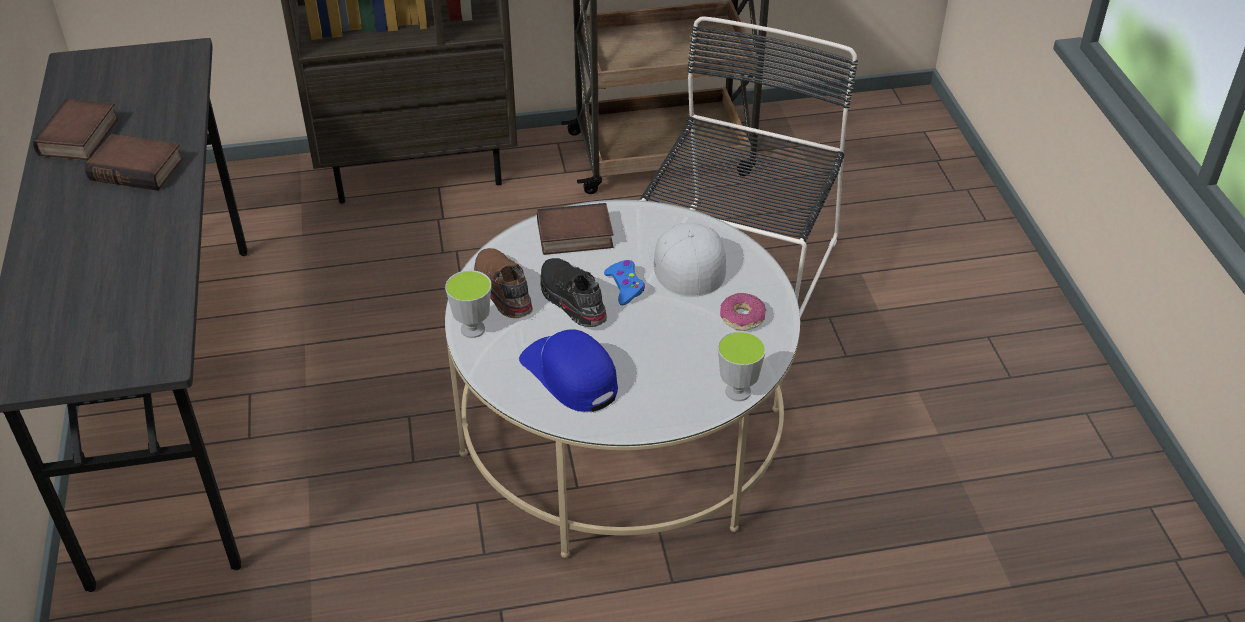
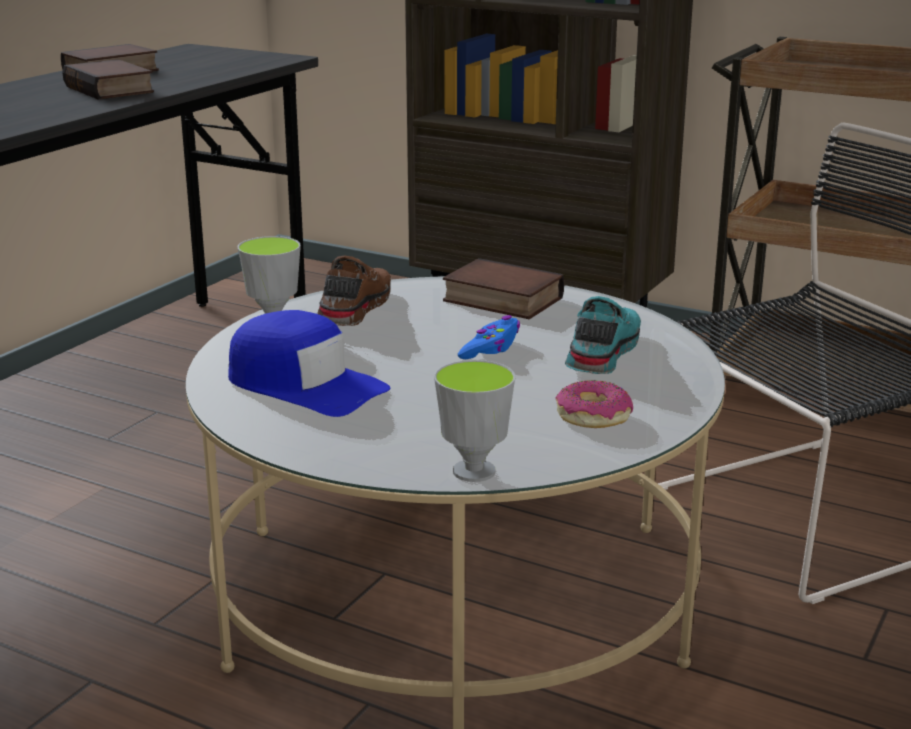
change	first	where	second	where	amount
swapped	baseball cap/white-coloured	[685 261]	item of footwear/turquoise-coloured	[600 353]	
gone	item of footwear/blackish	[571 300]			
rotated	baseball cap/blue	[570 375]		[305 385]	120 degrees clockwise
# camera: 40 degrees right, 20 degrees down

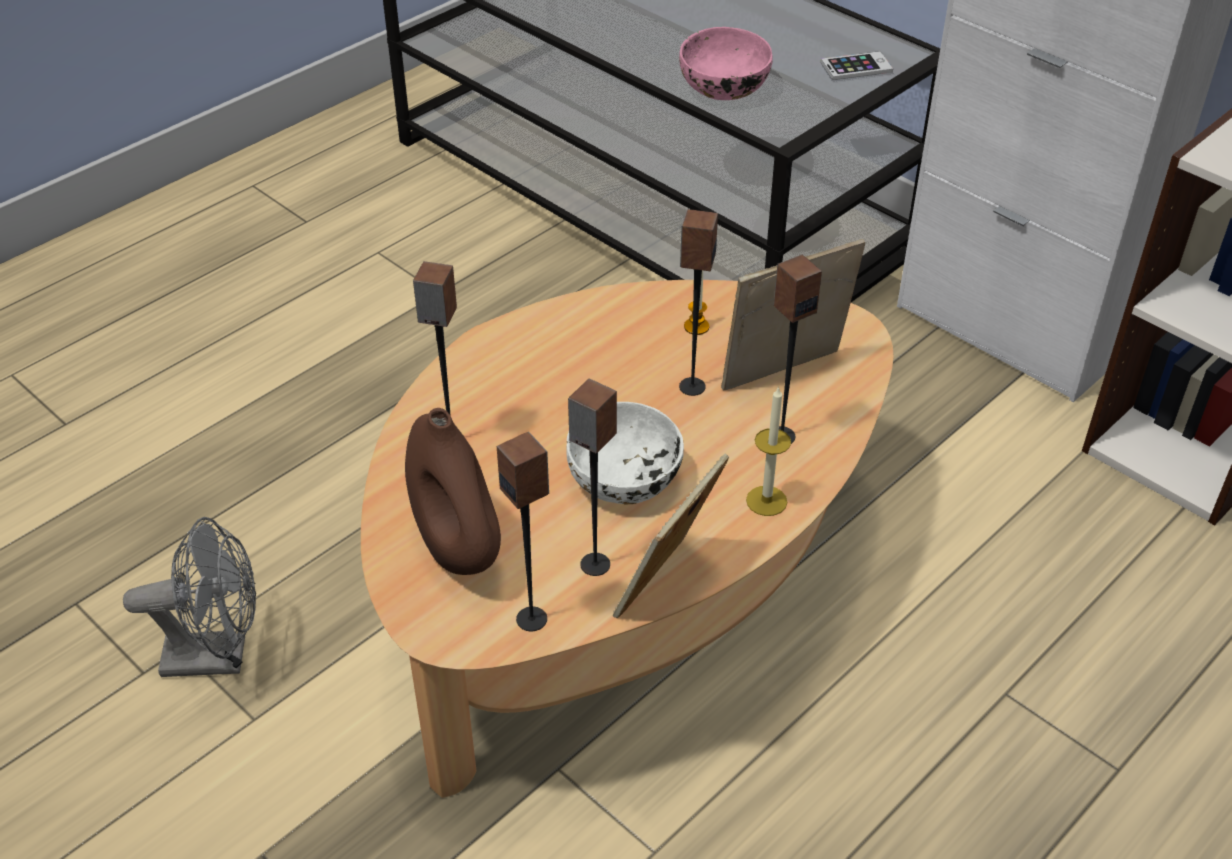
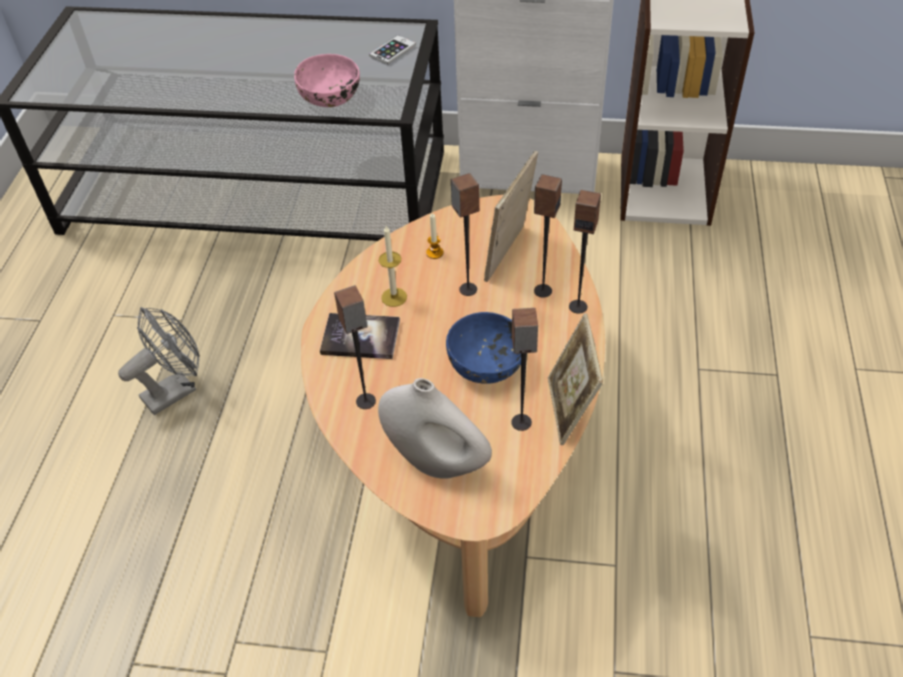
change	first	where	second	where	amount
shifted	candle	[766 501]		[394 297]	
repainted	serving bowl/white-coloured	[624 479]	serving bowl/blue	[487 364]	
repainted	vase/brown	[457 547]	vase/white-coloured	[436 461]	
shifted	loudspeaker	[532 619]		[578 306]	
shifted	fan/greyish	[218 656]		[176 389]	
new			bound book	[360 337]	
# camera: 35 degrees left, 5 degrees up

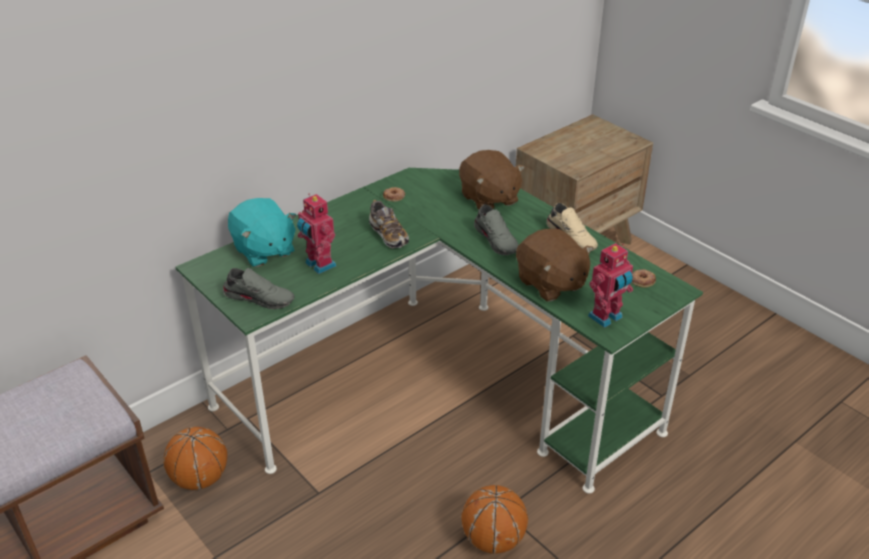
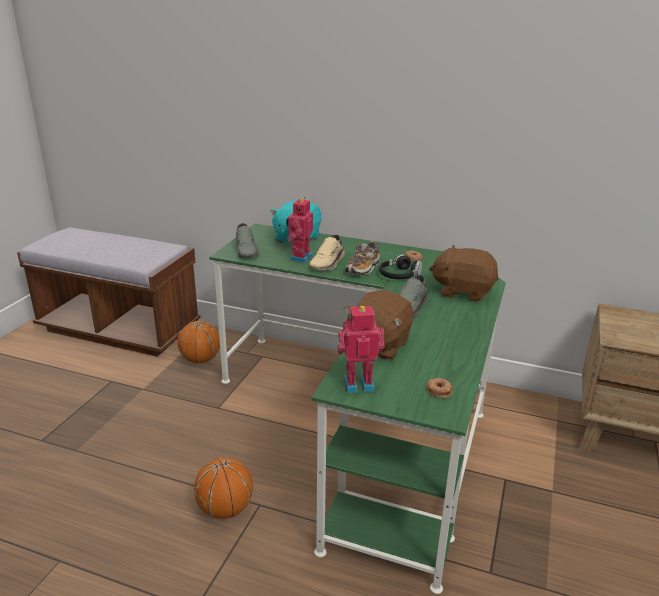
change	first	where	second	where	amount
rotated	plush toy/brown	[489 199]		[463 291]	75 degrees clockwise
shifted	item of footwear/beige	[572 238]		[328 263]	
rotated	robot figure	[606 318]		[358 383]	150 degrees clockwise
new			pair of headphones/blackish	[399 275]	
# camera: 60 degrees right, 10 degrees down

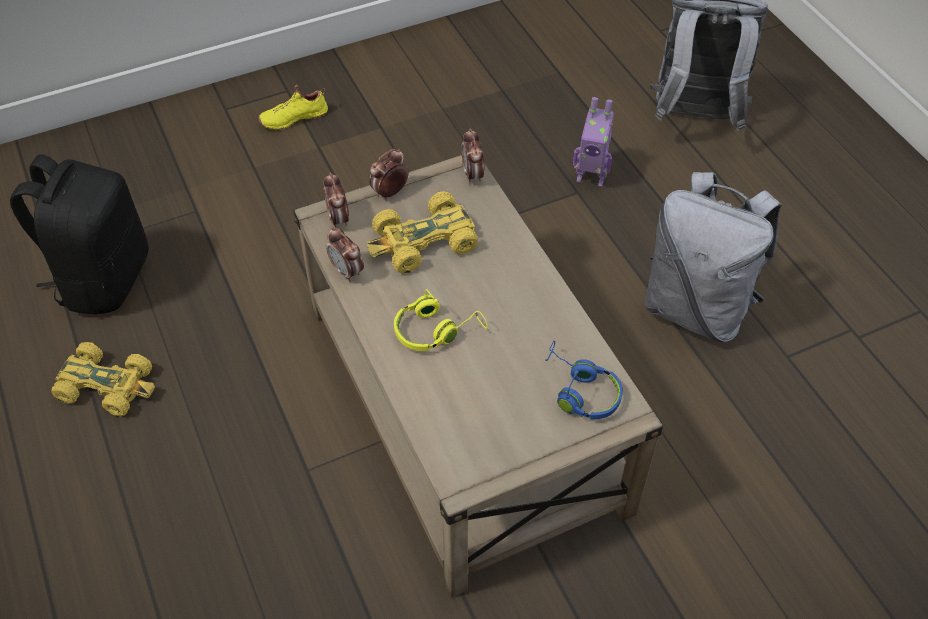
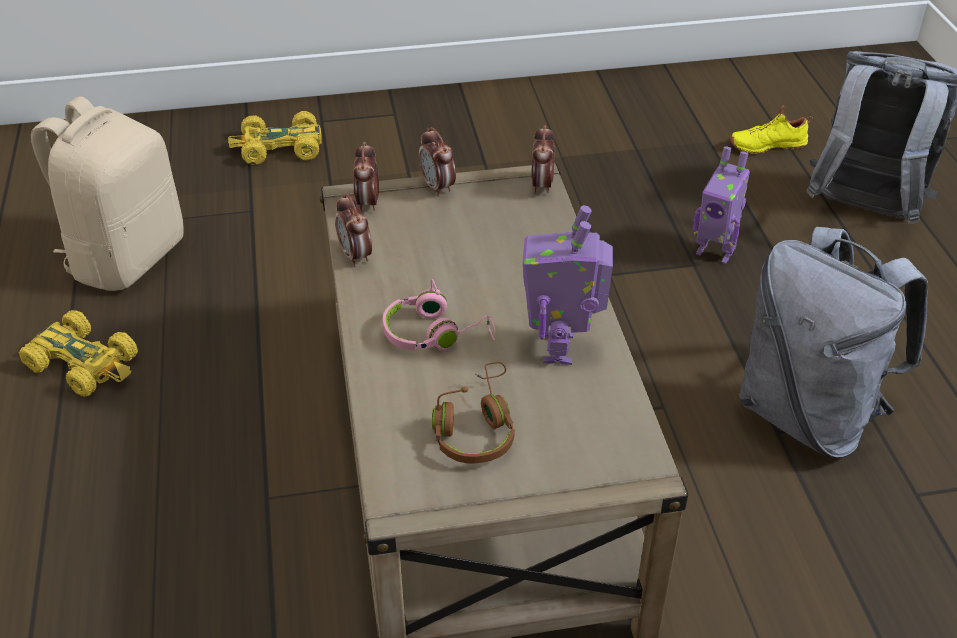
change	first	where	second	where	amount
shifted	item of footwear/yellow-coloured	[293 117]		[766 145]	
rotated	bedside clock	[390 192]		[438 187]	90 degrees counterclockwise
repainted	rucksack/blackish	[103 278]	rucksack/beige	[126 257]	
shifted	miniature car/yellow-coloured	[423 242]		[279 148]	
repainted	pair of headphones/yellow-coloured	[436 330]	pair of headphones/pinkish	[436 333]	
gone	pair of headphones/blue	[579 390]			
new			robot figure	[561 348]	
new			pair of headphones/brown	[475 427]	
# camera: 15 degrees right, 10 degrees down

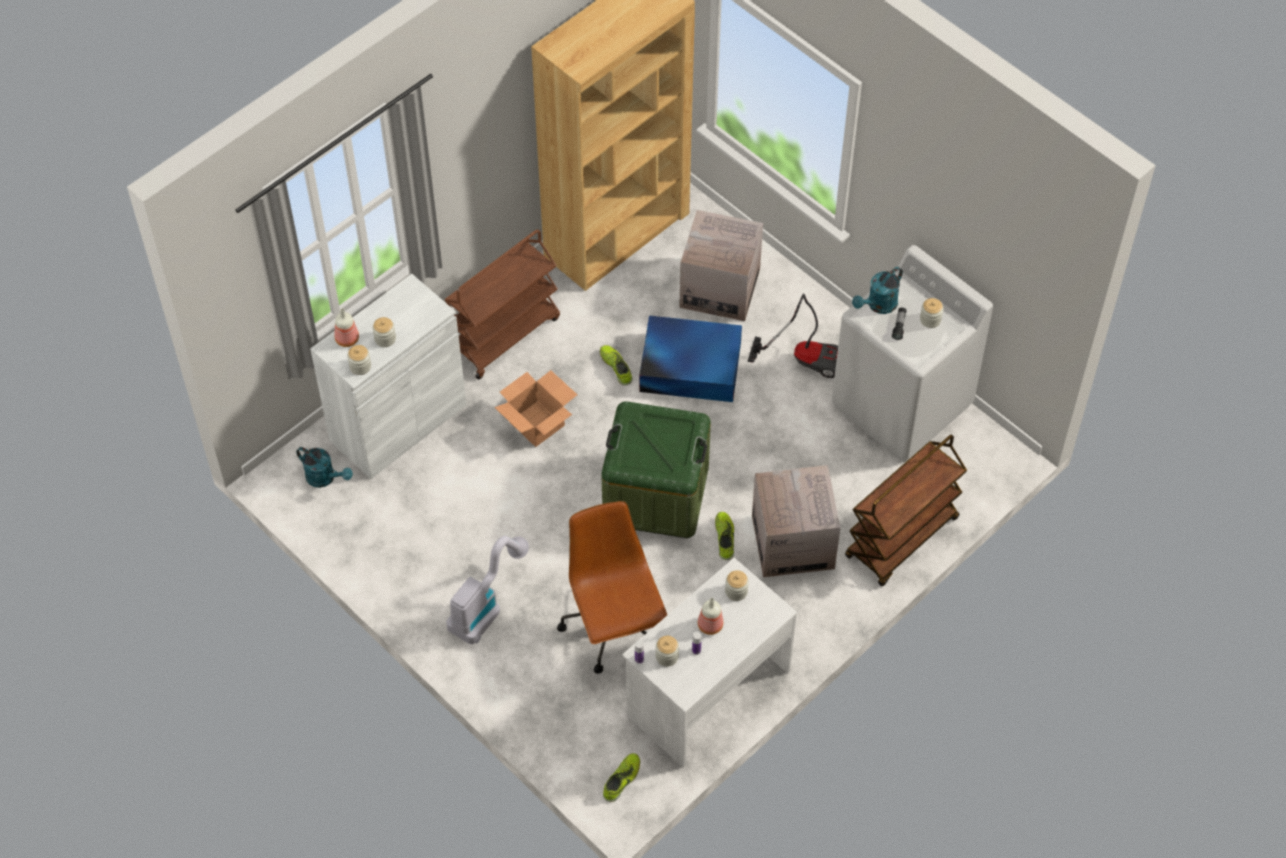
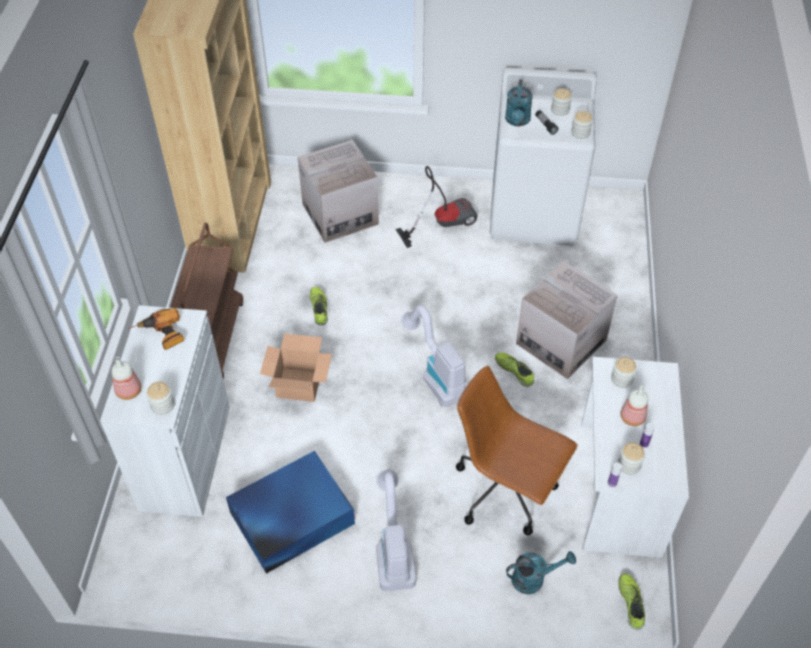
change	first	where	second	where	amount
shifted	storage box/blue	[689 366]		[290 518]	
shifted	preserve jar	[385 339]		[580 133]	
rotated	item of footwear	[616 367]		[319 308]	60 degrees clockwise
swapped	storage box/greenish	[656 494]	vacuum	[436 374]	
gone	trolley/brown	[902 539]			
shifted	sprinkling can/turquoise-coloured	[325 478]		[534 578]	
new			power drill	[162 334]	
# camera: 40 degrees left, 5 degrees down

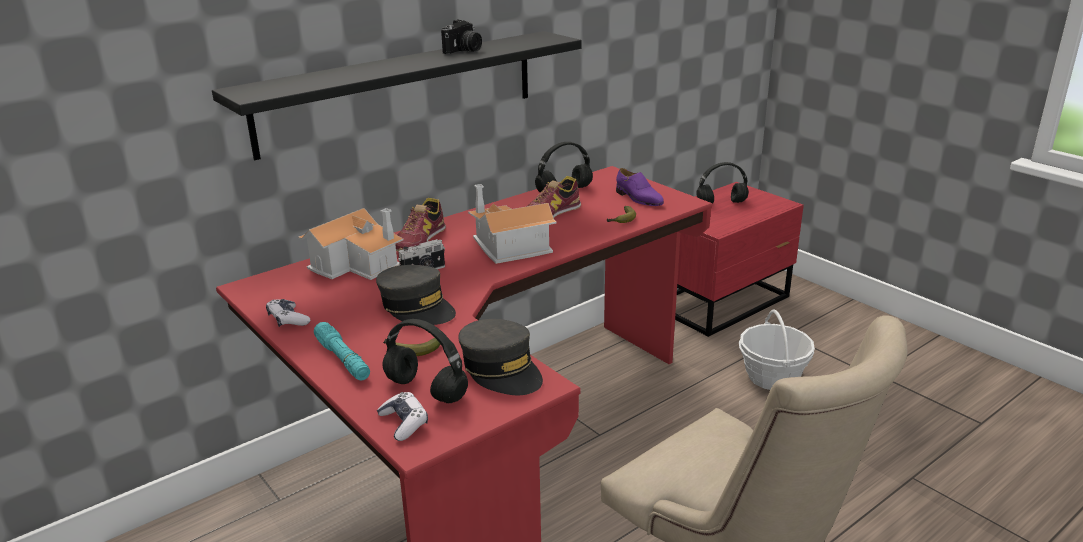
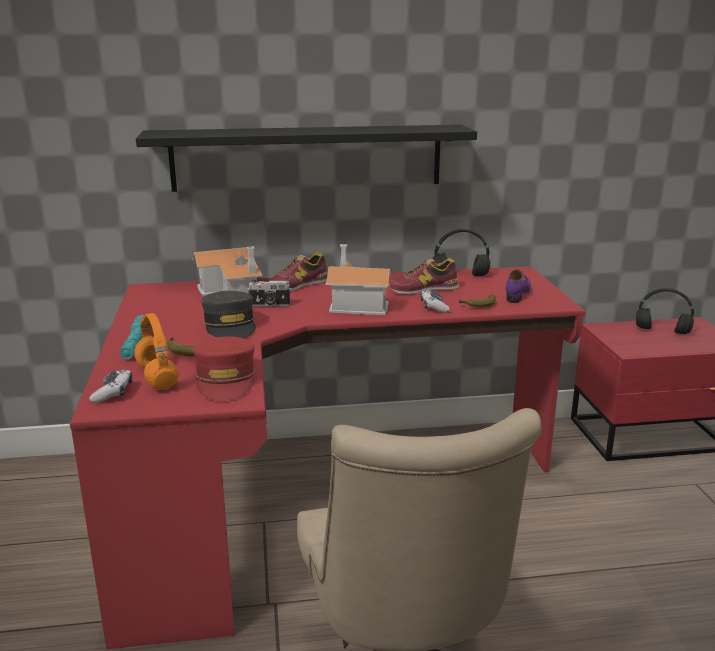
change	first	where	second	where	amount
gone	still camera	[464 50]			
rotated	item of footwear/purple	[638 198]		[518 293]	150 degrees counterclockwise
shifted	game controller	[288 319]		[434 307]	
gone	household basket	[772 377]			
repainted	pair of headphones/blackish	[424 390]	pair of headphones/orange-coloured	[156 377]	
repainted	baseball cap/greyish	[501 370]	baseball cap/red	[226 380]	
# camera: 30 degrees right, 5 degrees down

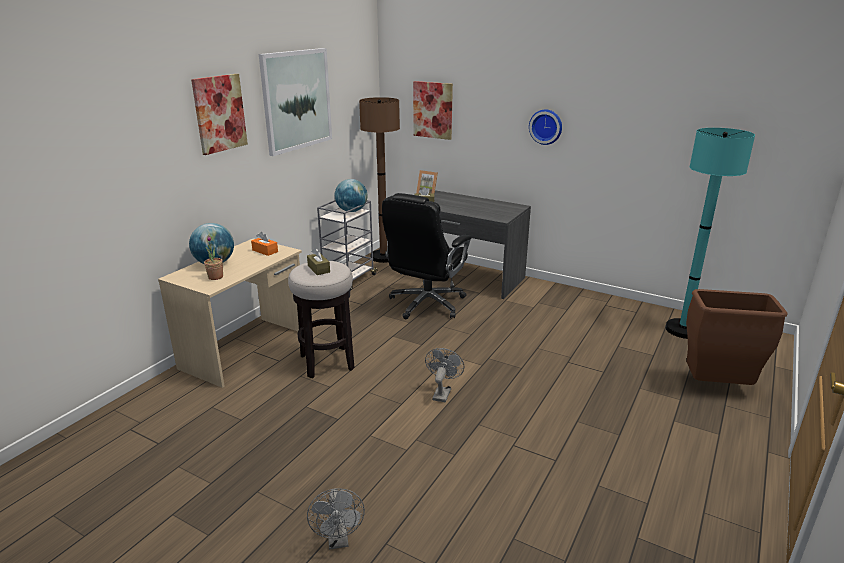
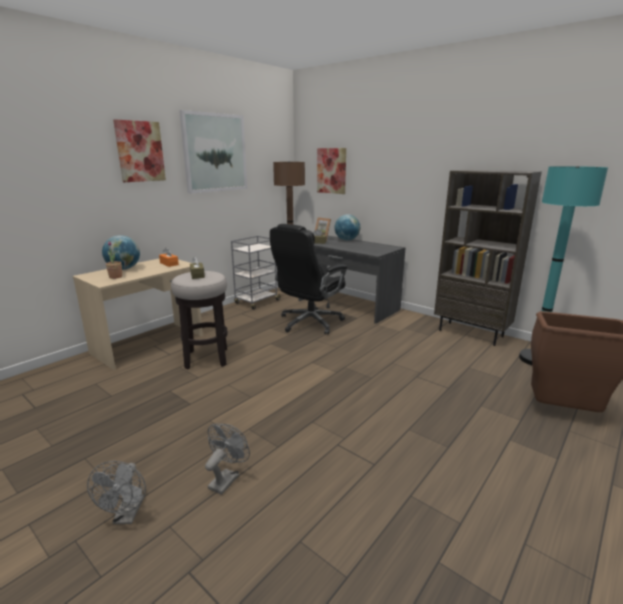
change	first	where	second	where	amount
gone	wall clock	[546 126]			
shifted	world globe	[351 211]		[347 240]	
shifted	fan/greyish	[442 392]		[226 478]	
new			shelving unit/brown	[471 333]	
# camera: 10 degrees right, 5 degrees down

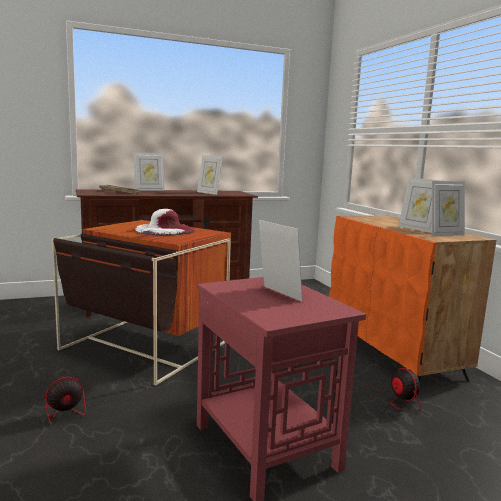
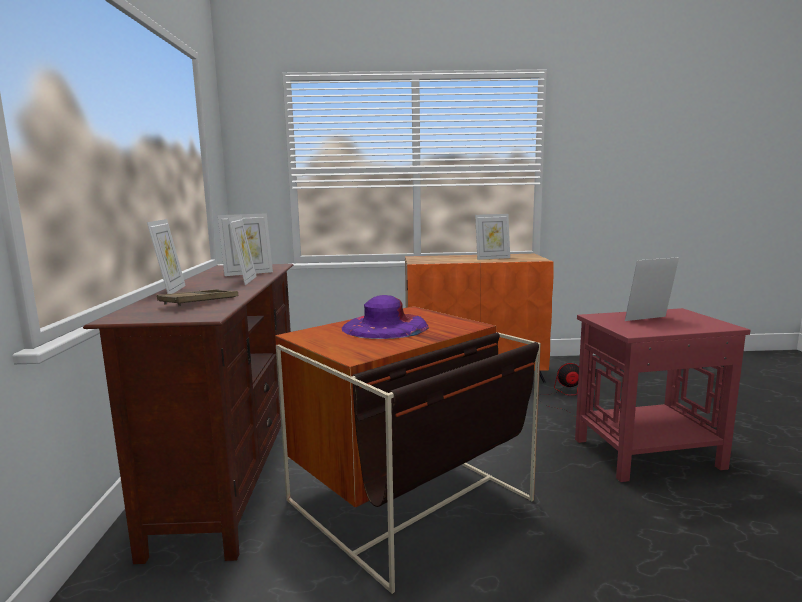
change	first	where	second	where	amount
shifted	picture frame	[445 234]		[245 280]	
repainted	hat/white-coloured	[165 230]	hat/purple	[385 326]	
gone	fan	[75 406]			
# camera: 70 degrees left, 0 degrees up

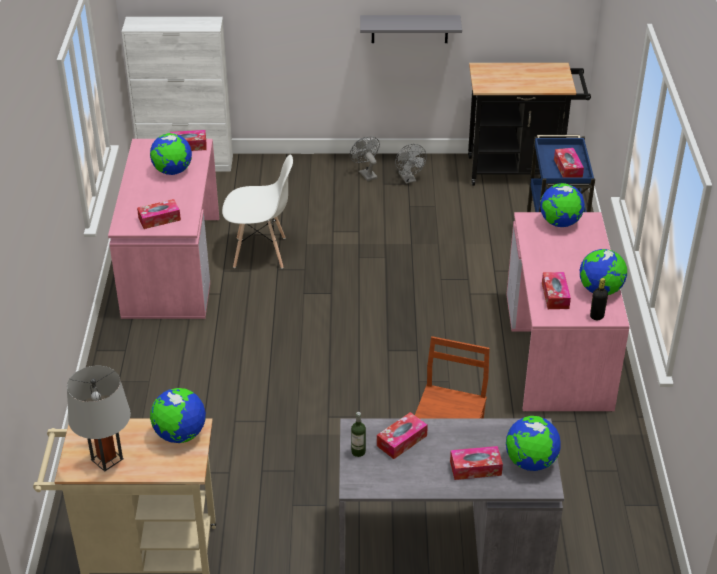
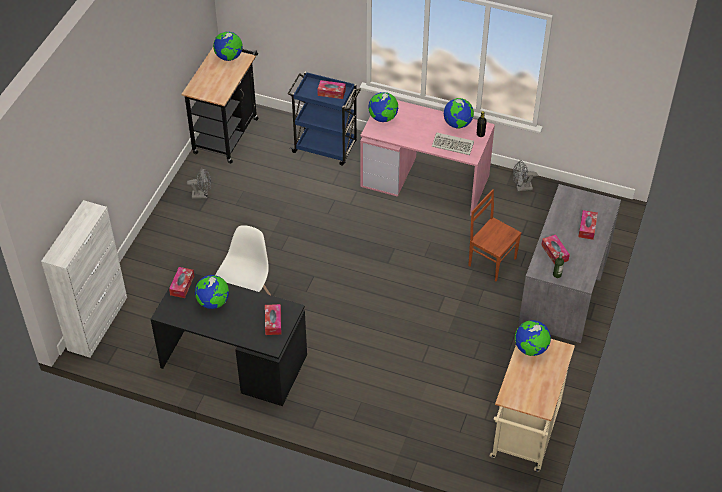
change	first	where	second	where	amount
gone	wall shelf/greyish	[409 28]			
shifted	fan/greyish	[366 174]		[521 188]	
repainted	desk unit/pinkish	[171 265]	desk unit/blackish	[232 362]	
swapped	box of tissues	[555 295]	computer keyboard	[453 145]	
gone	lamp for a table/greyish	[107 459]			
shifted	world globe	[530 462]		[229 57]	
# camera: 70 degrees left, 10 degrees up

